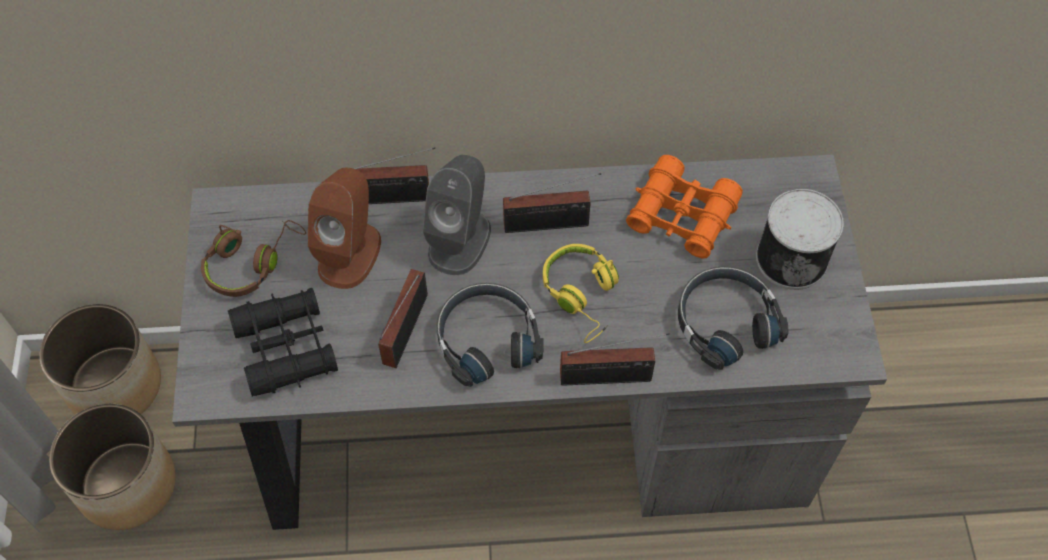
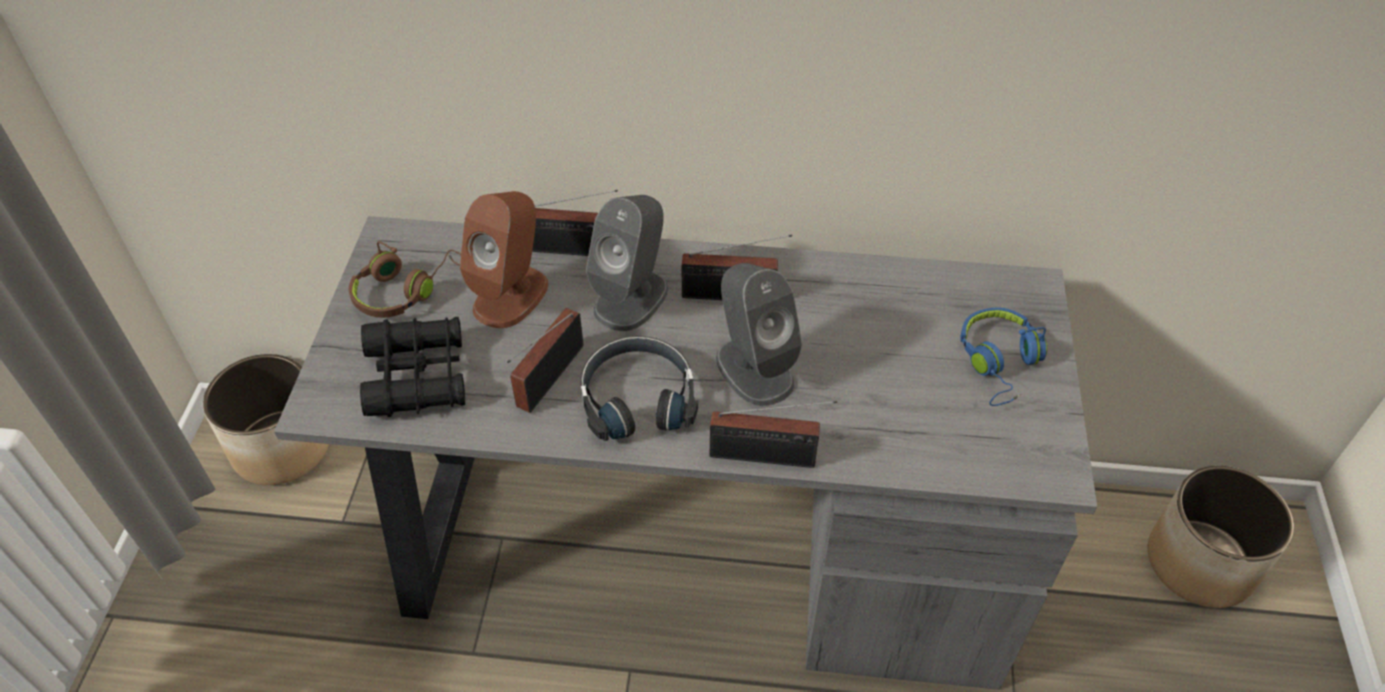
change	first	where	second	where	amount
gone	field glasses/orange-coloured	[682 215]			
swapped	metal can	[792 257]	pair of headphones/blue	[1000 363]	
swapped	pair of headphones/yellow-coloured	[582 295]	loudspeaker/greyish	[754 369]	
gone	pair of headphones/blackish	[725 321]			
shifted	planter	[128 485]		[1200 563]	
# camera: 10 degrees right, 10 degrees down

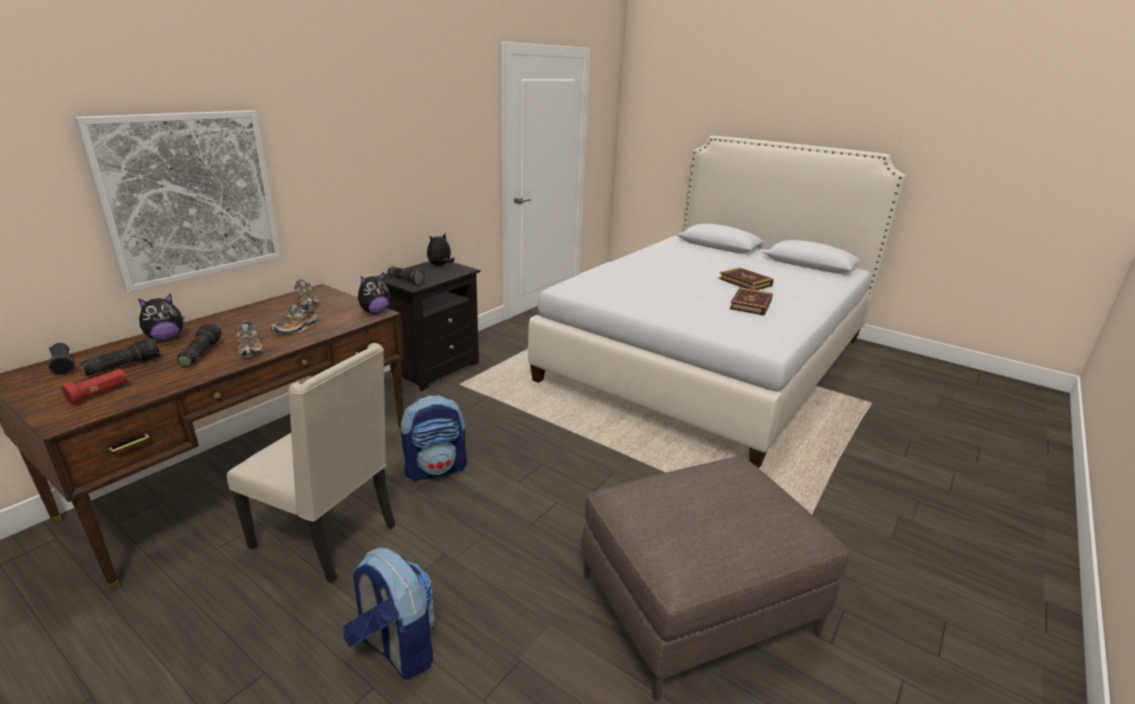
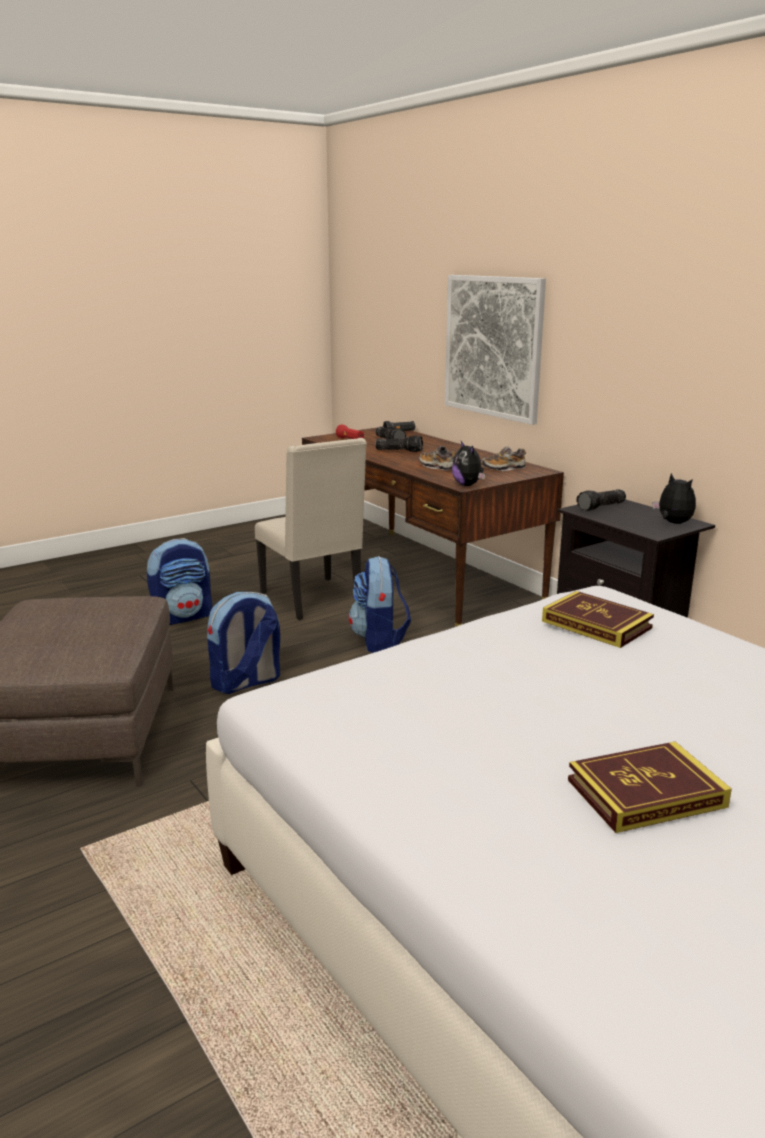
change	first	where	second	where	amount
shifted	bound book	[751 304]		[596 624]	
gone	plush toy	[166 338]			
gone	item of footwear	[250 349]			
rotated	plain chair/beige	[328 536]		[314 600]	75 degrees counterclockwise
new			rucksack	[246 683]	
# camera: 110 degrees right, 5 degrees down

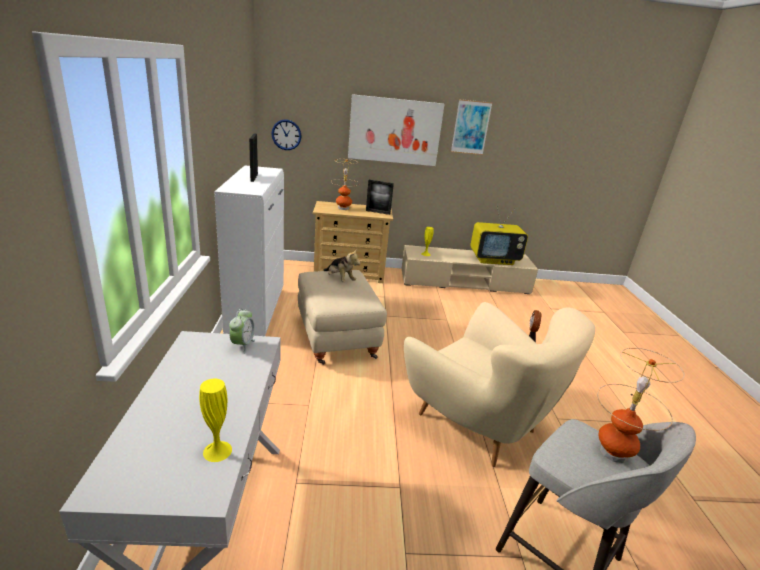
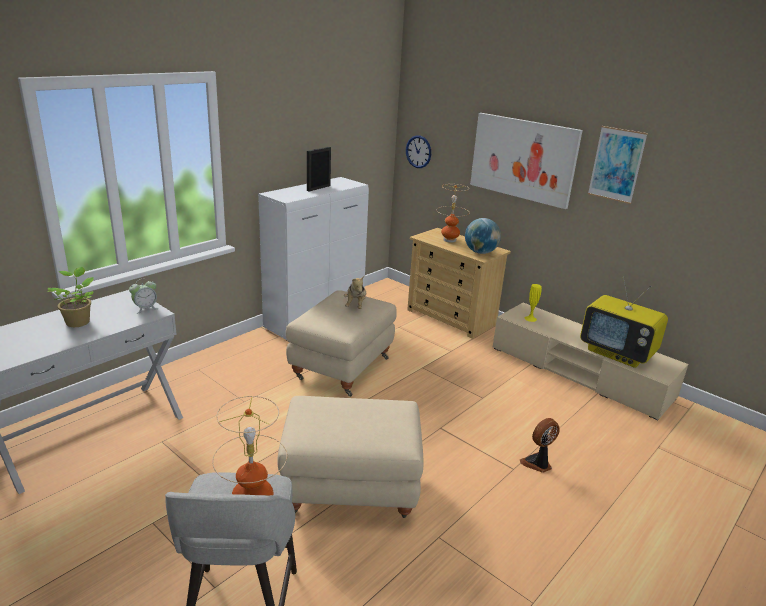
change	first	where	second	where	amount
swapped	picture frame	[378 212]	world globe	[480 252]	
swapped	lounge chair/beige	[479 424]	pouffe/beige	[349 491]	
gone	vase/yellow-coloured	[217 451]			
new			potted plant	[78 321]	
# camera: 45 degrees right, 0 degrees up

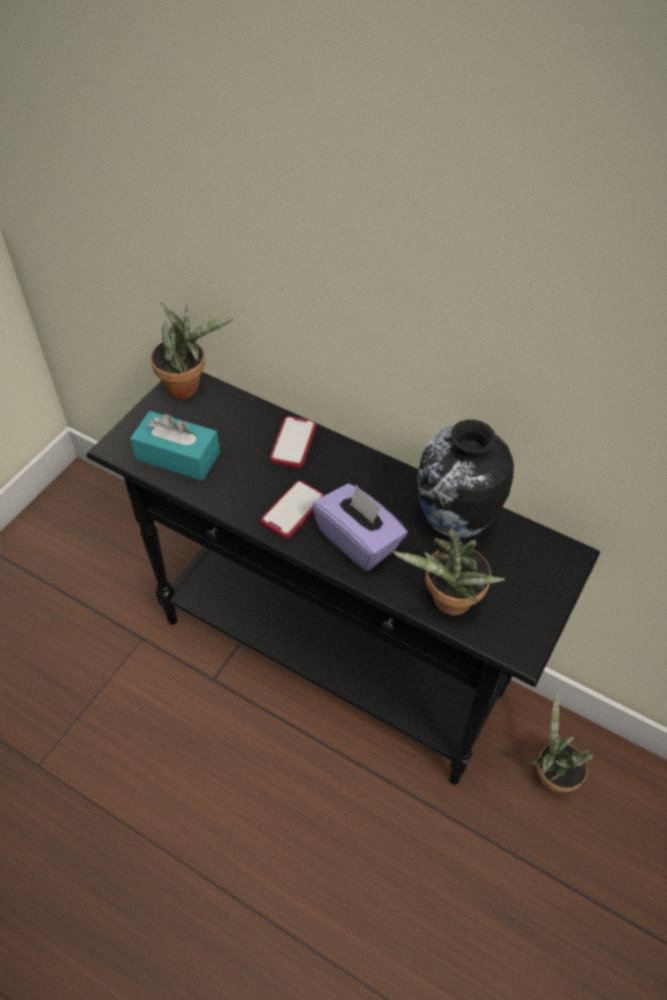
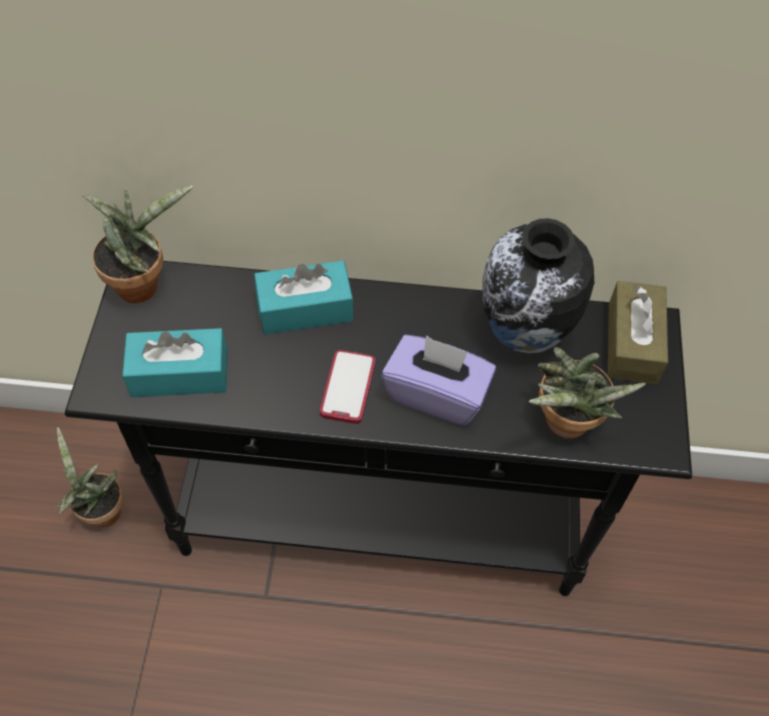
change	first	where	second	where	amount
swapped	telephone	[293 443]	box of tissues/turquoise-coloured	[305 309]	
shifted	potted plant	[550 775]		[101 511]	
new			box of tissues/brown	[632 343]	
# camera: 25 degrees left, 5 degrees up

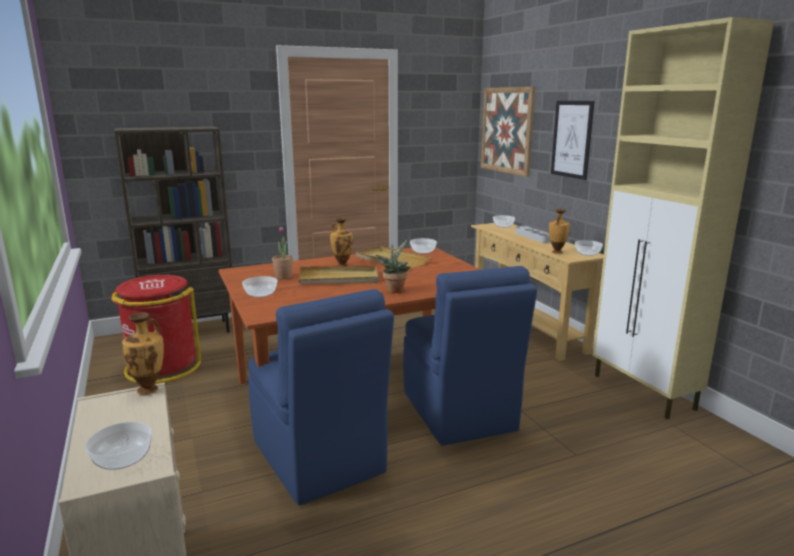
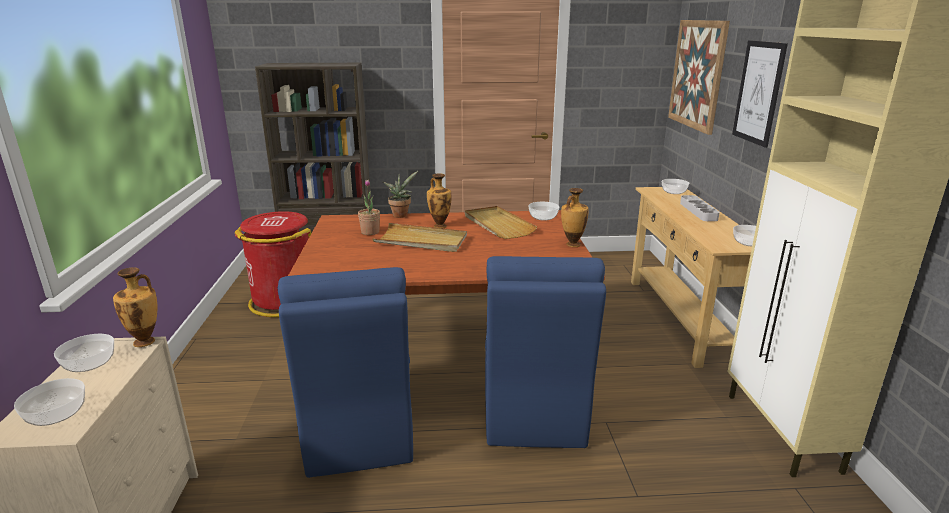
change	first	where	second	where	amount
shifted	vase	[556 252]		[572 244]	
shifted	potted plant	[395 289]		[401 215]	
shifted	serving bowl	[260 294]		[88 363]	
# camera: 20 degrees right, 5 degrees up

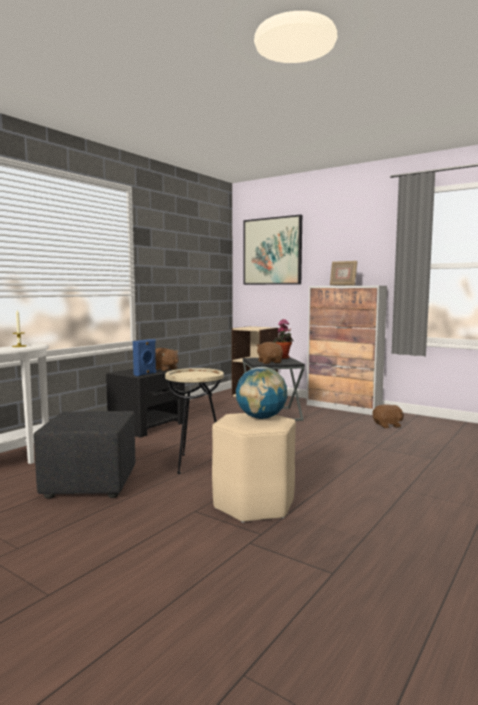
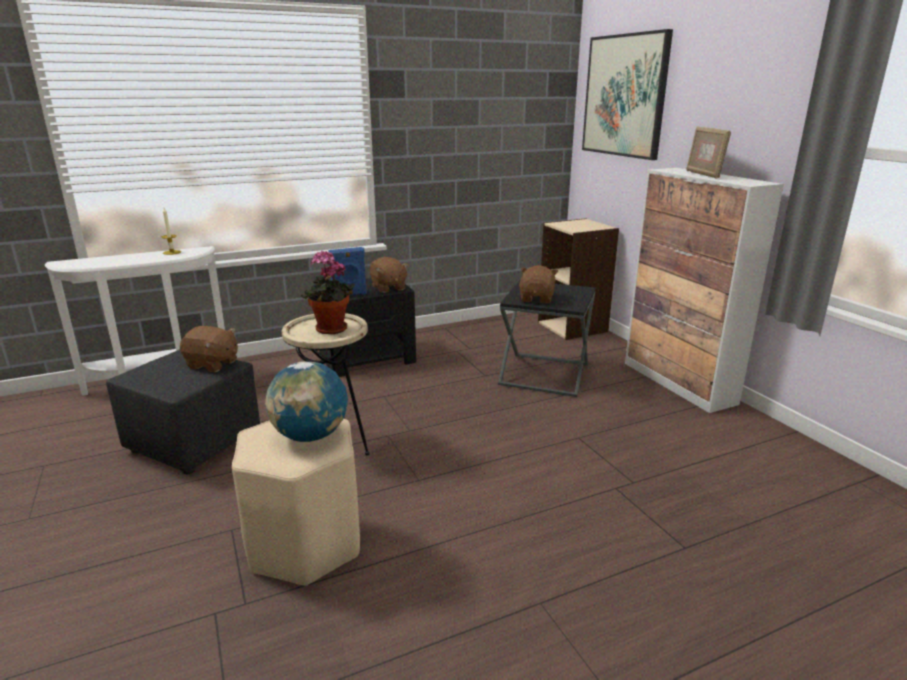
change	first	where	second	where	amount
shifted	potted plant	[282 358]		[330 330]	
shifted	plush toy/brown	[387 425]		[212 364]	
# camera: 30 degrees right, 15 degrees up

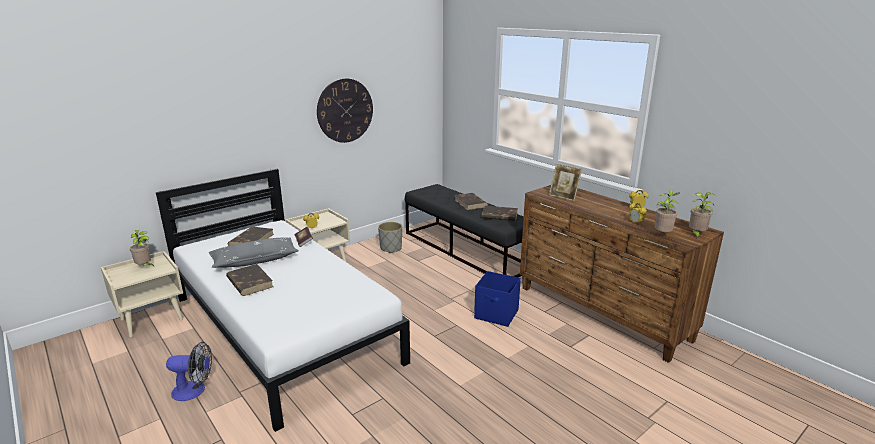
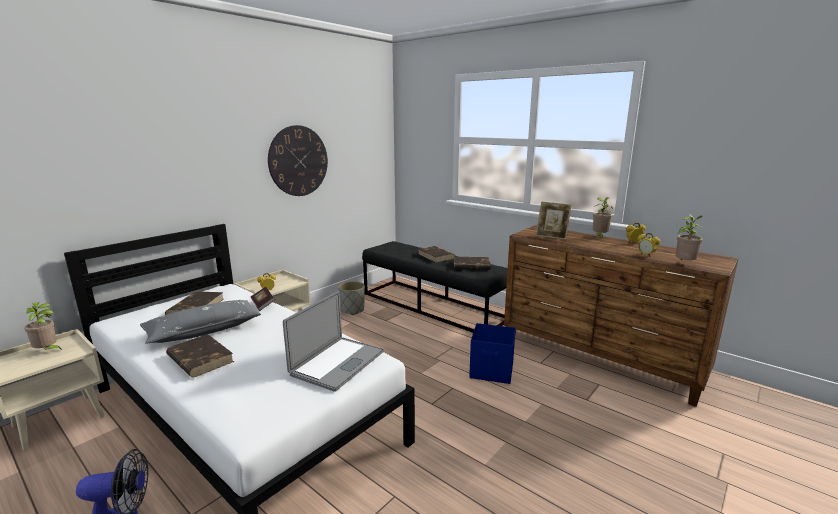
change	first	where	second	where	amount
shifted	potted plant	[696 235]		[599 237]	
new			notebook computer	[338 363]	
# camera: 10 degrees left, 5 degrees down

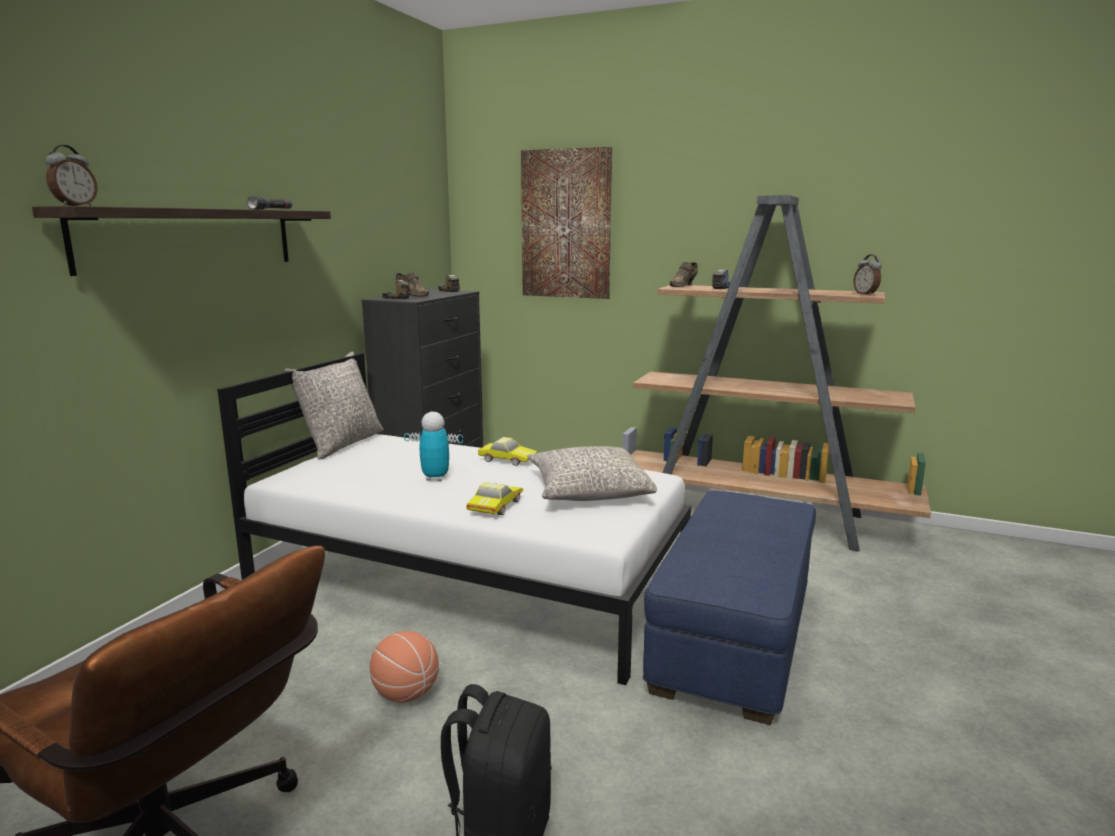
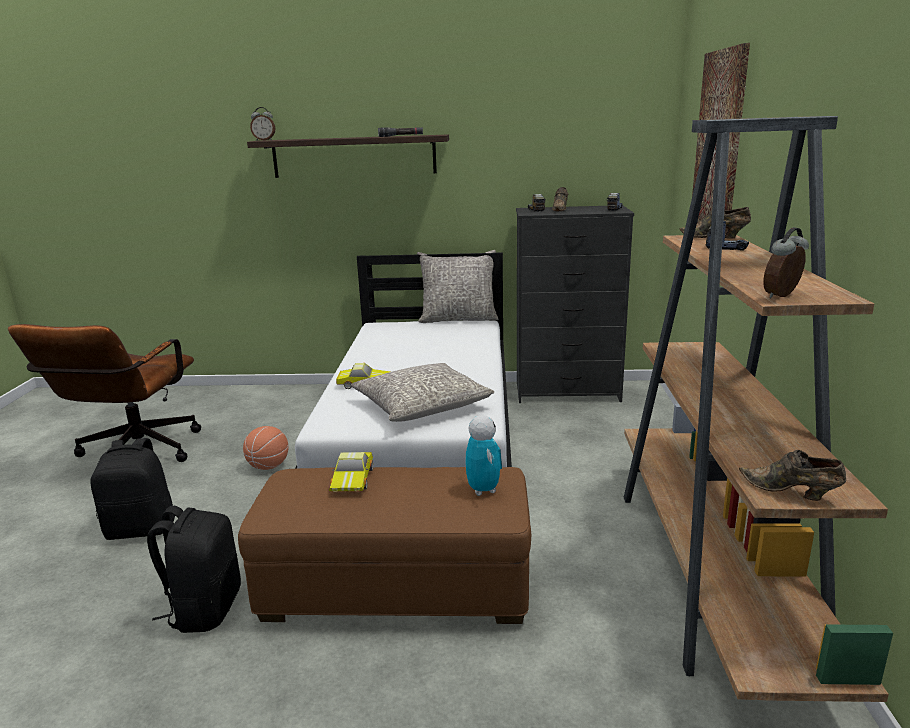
change	first	where	second	where	amount
shifted	robot figure	[435 478]		[483 490]	
shifted	miniature car	[508 459]		[354 479]	
repainted	pouffe/blue	[733 636]	pouffe/brown	[396 586]	
new			item of footwear/brown	[791 492]	
new			rucksack/blackish	[205 609]	
# camera: 70 degrees right, 5 degrees up

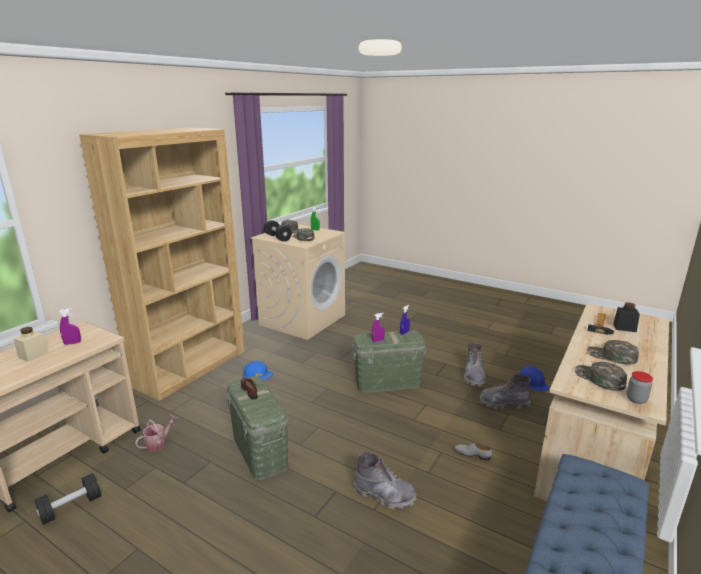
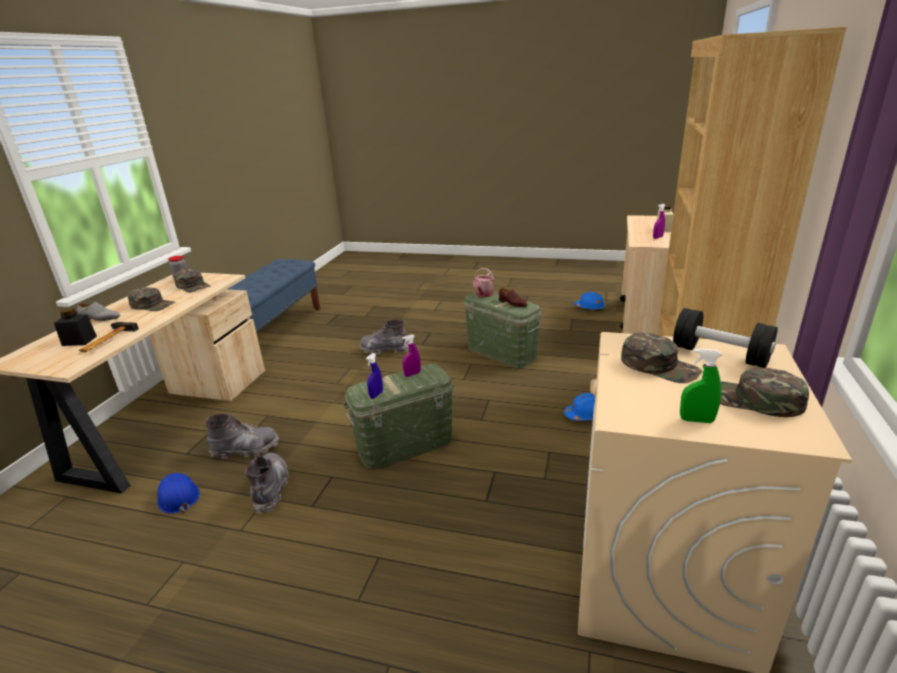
change	first	where	second	where	amount
shifted	sprinkling can	[158 443]		[483 295]	
shifted	item of footwear/greyish	[472 454]		[100 319]	
swapped	free weight/blackish	[71 507]	hard hat/blue	[590 307]	
# camera: 165 degrees right, 5 degrees up

